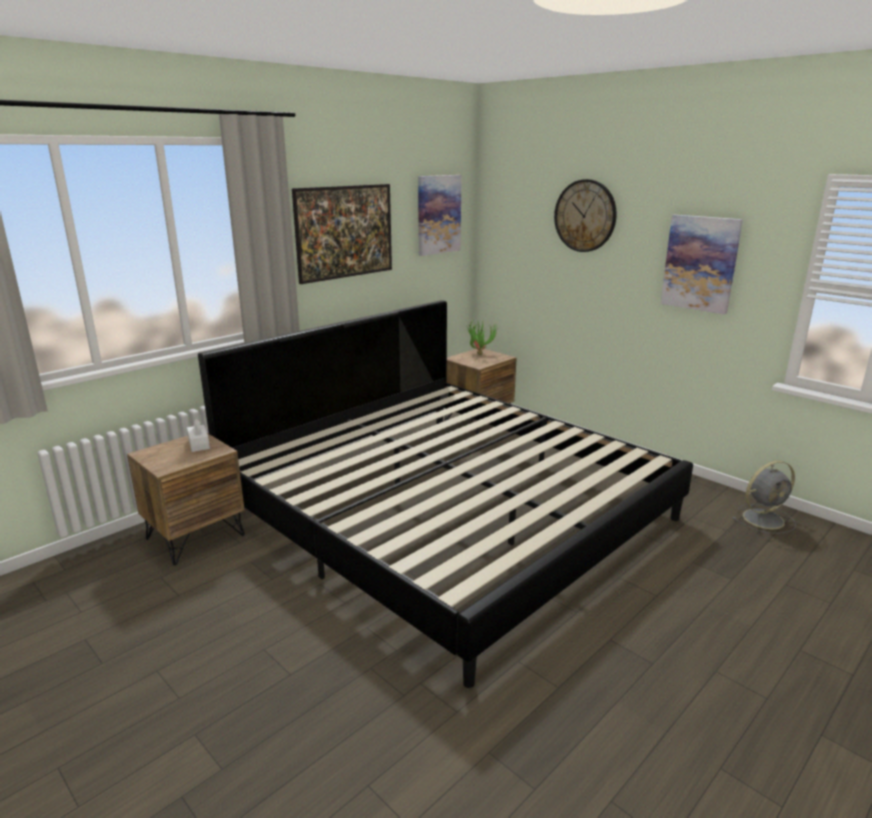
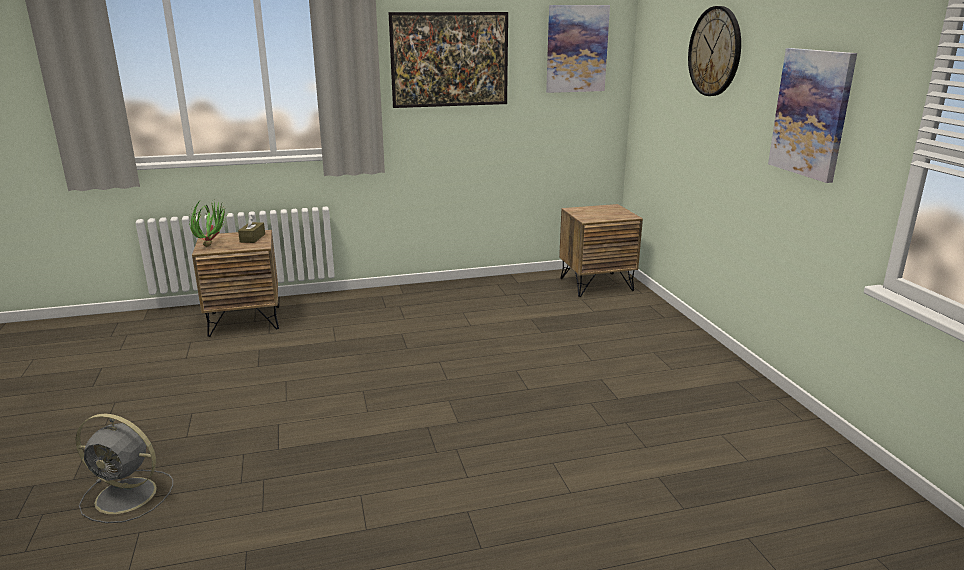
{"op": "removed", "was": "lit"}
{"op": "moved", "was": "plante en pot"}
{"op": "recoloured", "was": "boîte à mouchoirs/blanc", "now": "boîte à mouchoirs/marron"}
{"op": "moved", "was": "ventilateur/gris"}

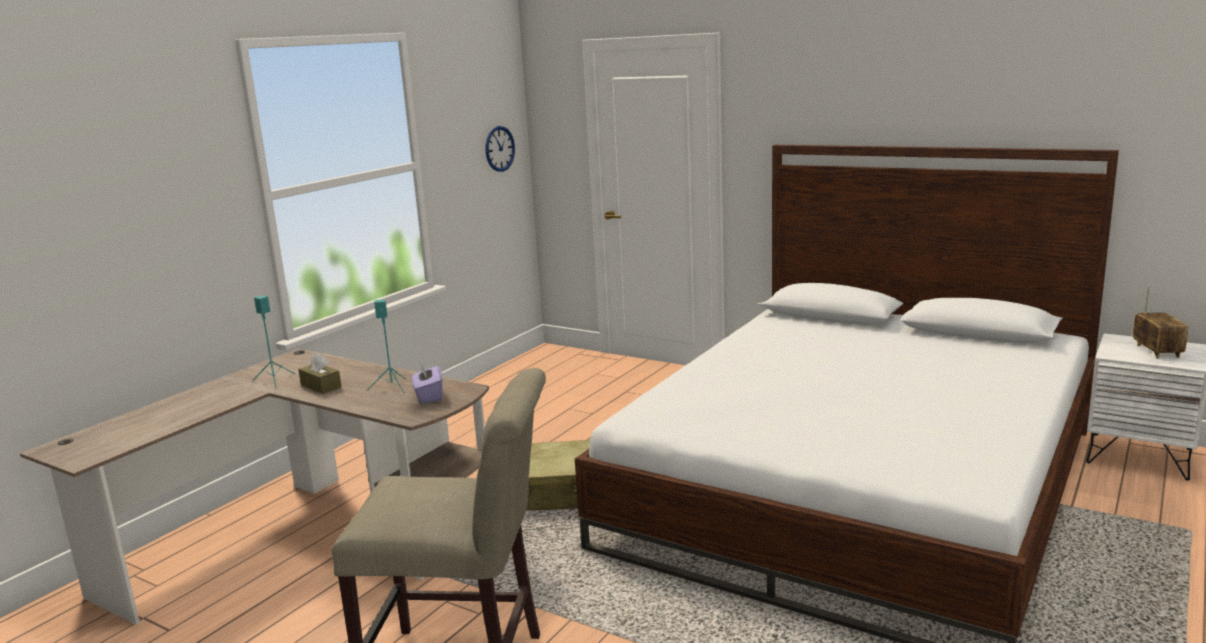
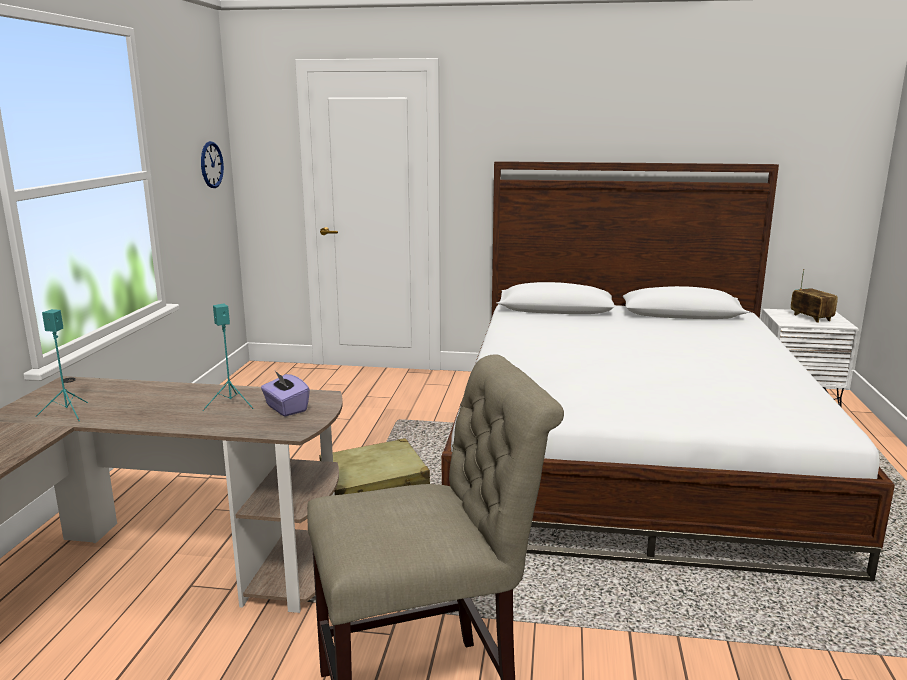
{"op": "removed", "was": "boîte à mouchoirs/marron"}

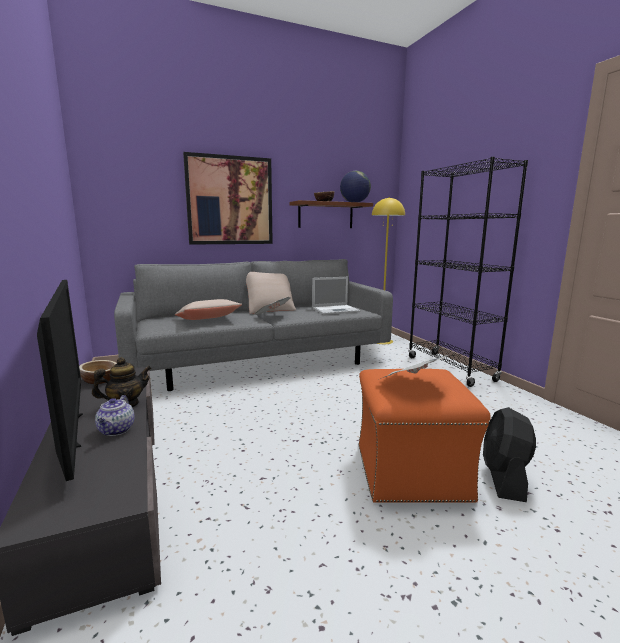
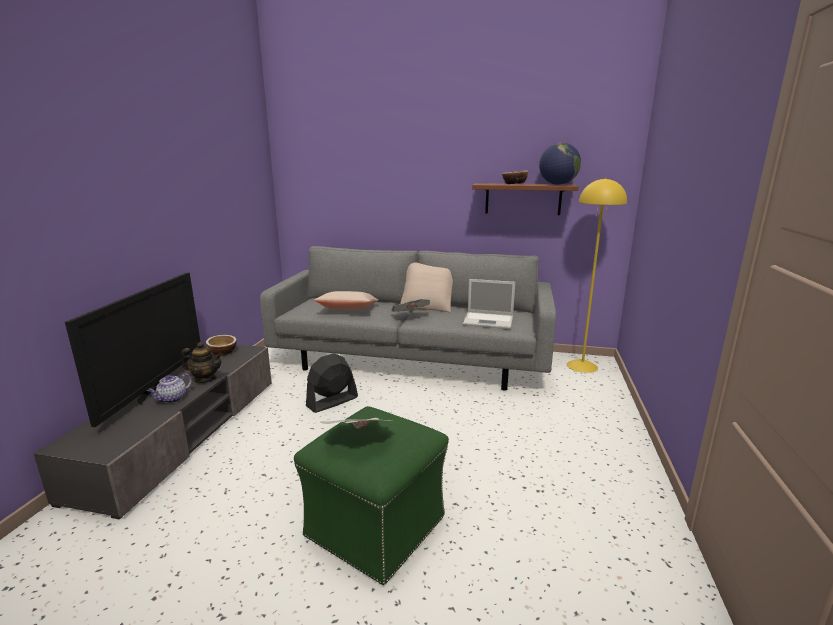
{"op": "removed", "was": "tableau"}
{"op": "removed", "was": "bibliothèque/noir"}
{"op": "recoloured", "was": "pouf/orange", "now": "pouf/vert"}
{"op": "moved", "was": "ventilateur/noir"}

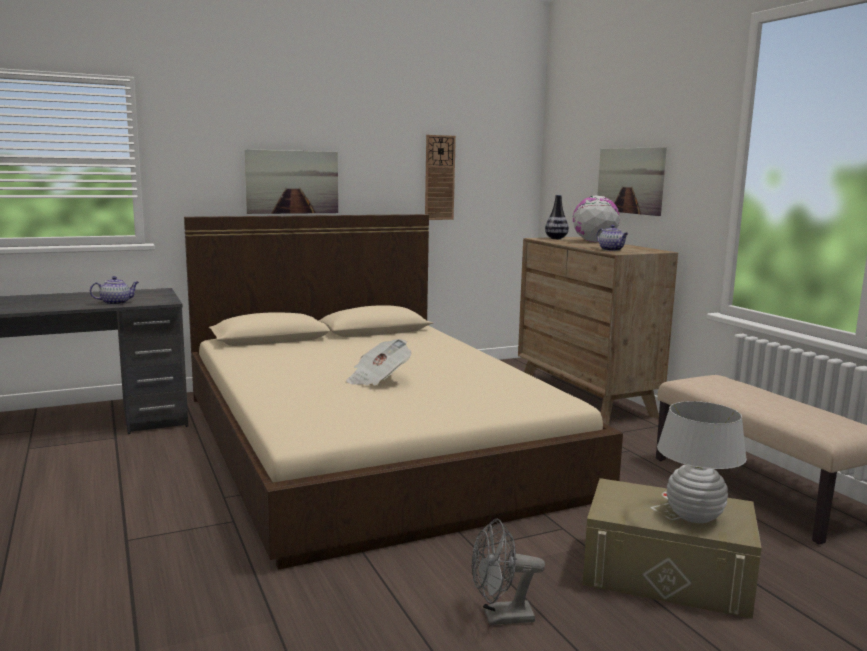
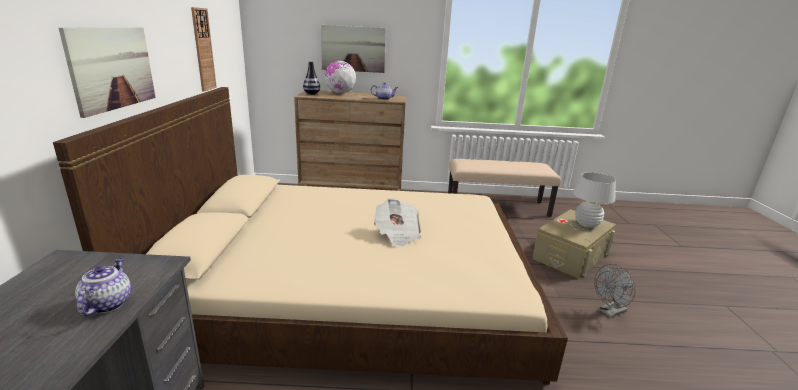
{"op": "turned", "was": "ventilateur/gris", "clockwise": 45}

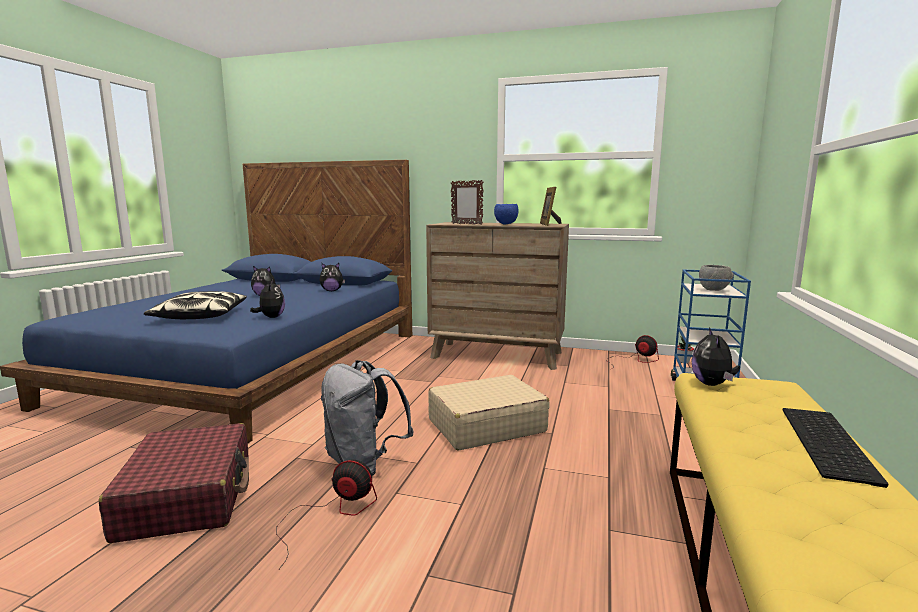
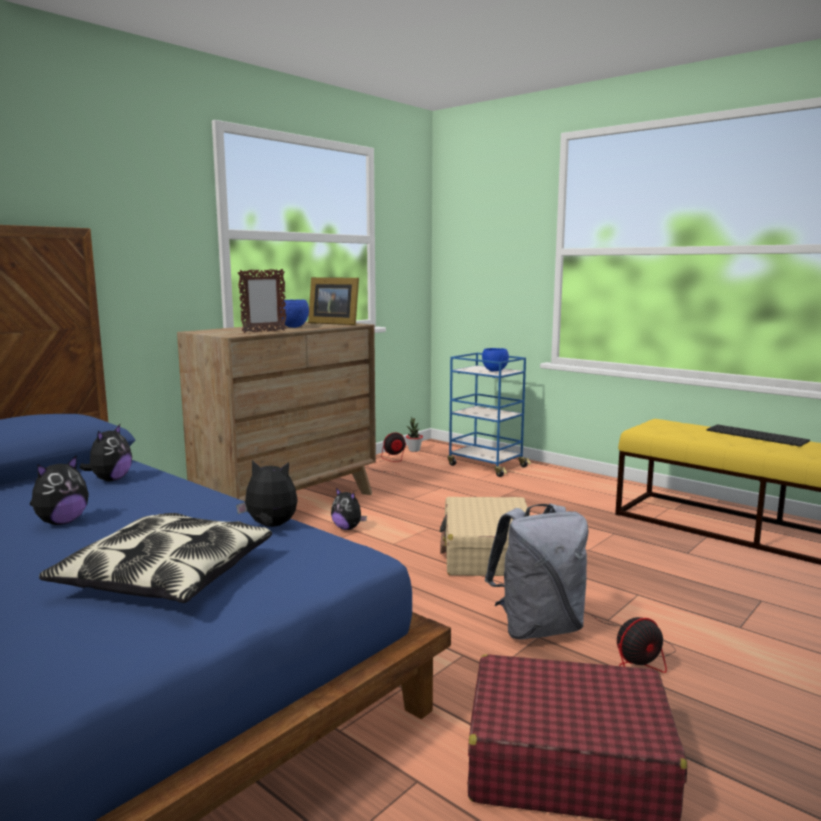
{"op": "recoloured", "was": "bol/gris", "now": "bol/bleu (2nd from left)"}
{"op": "moved", "was": "peluche (4th from left)"}
{"op": "turned", "was": "ventilateur (1st from left in the first image)", "clockwise": -150}

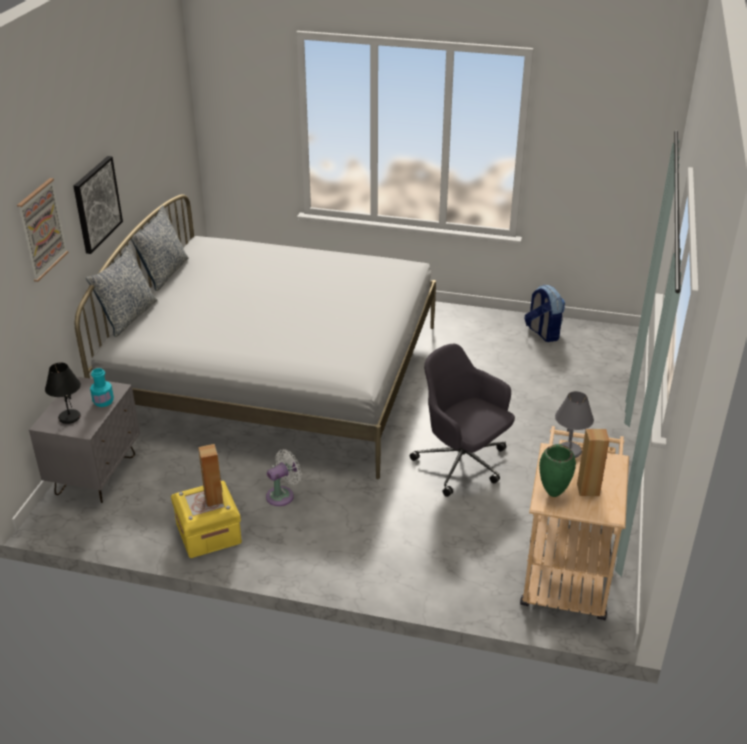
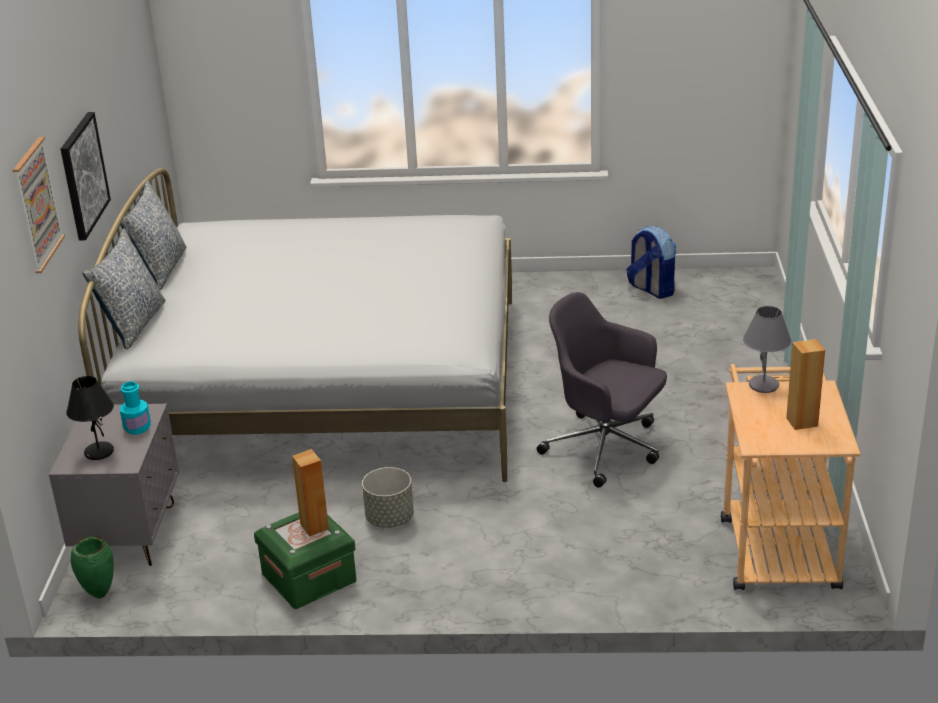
{"op": "moved", "was": "vase/vert"}
{"op": "replaced", "was": "ventilateur/blanc", "now": "cache-pot/gris"}
{"op": "recoloured", "was": "boîte de rangement/jaune", "now": "boîte de rangement/vert"}

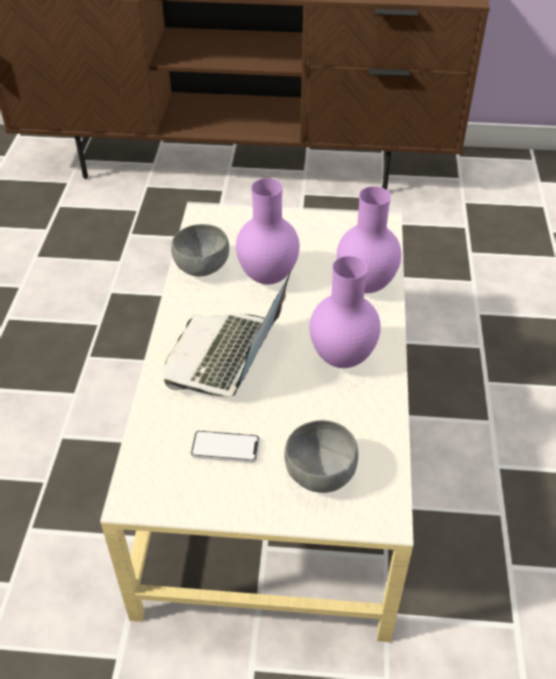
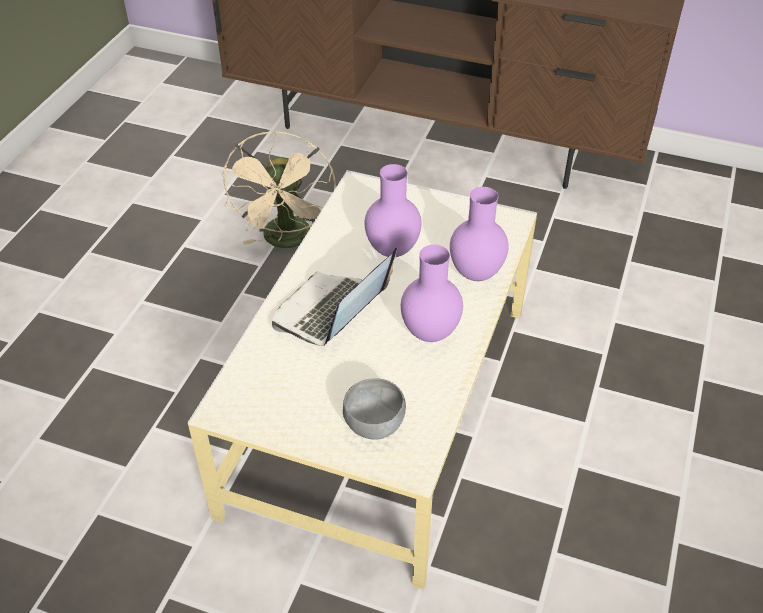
{"op": "removed", "was": "bol/gris (1st from left)"}
{"op": "removed", "was": "téléphone"}
{"op": "added", "now": "ventilateur/beige"}

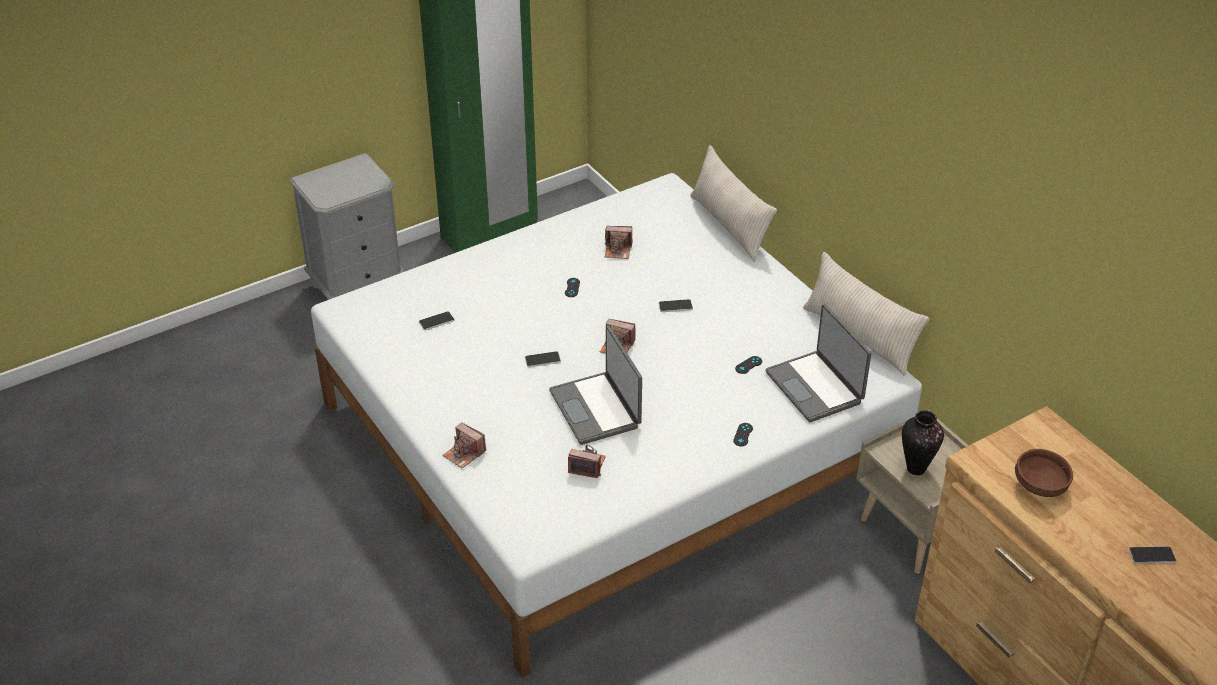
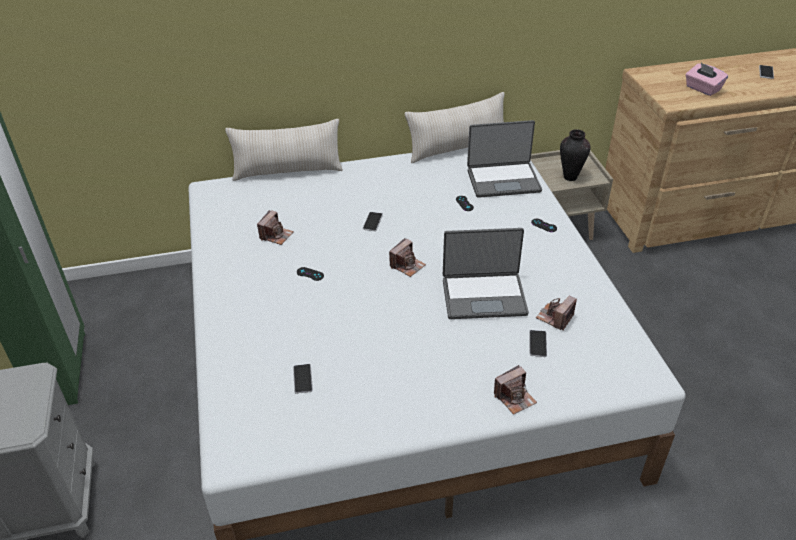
{"op": "moved", "was": "téléphone (2nd from left in the first image)", "now": "téléphone (3rd from left)"}
{"op": "replaced", "was": "bol/marron", "now": "boîte à mouchoirs/rose"}

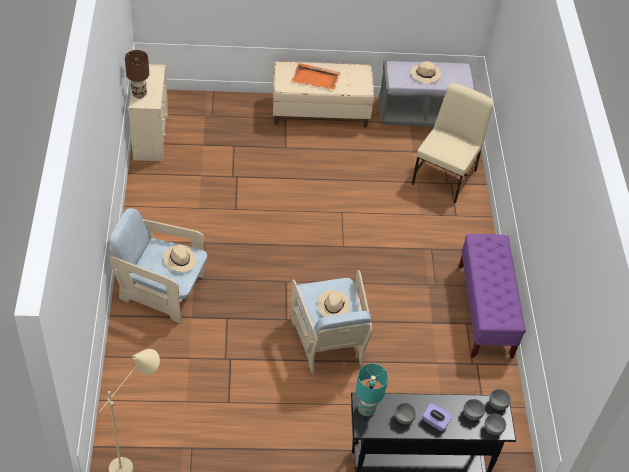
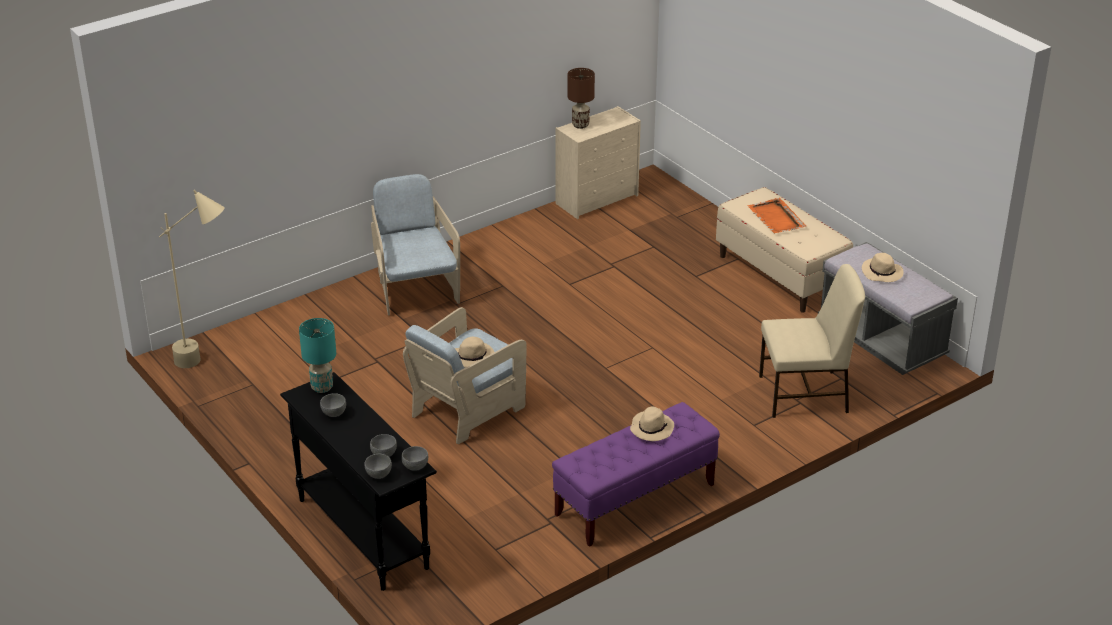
{"op": "moved", "was": "chapeau/beige (1st from left in the first image)", "now": "chapeau/beige (2nd from left)"}
{"op": "removed", "was": "boîte à mouchoirs/violet"}

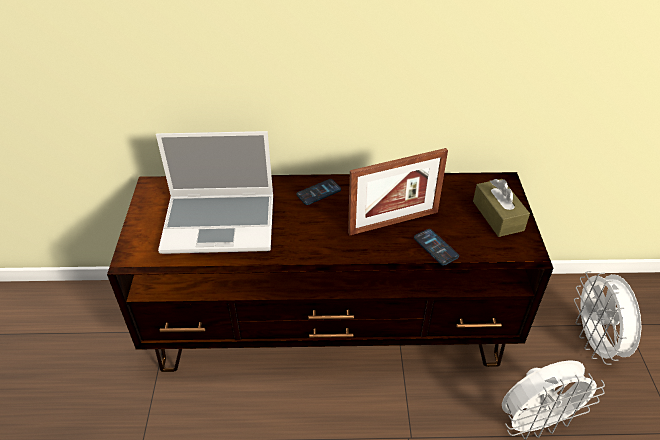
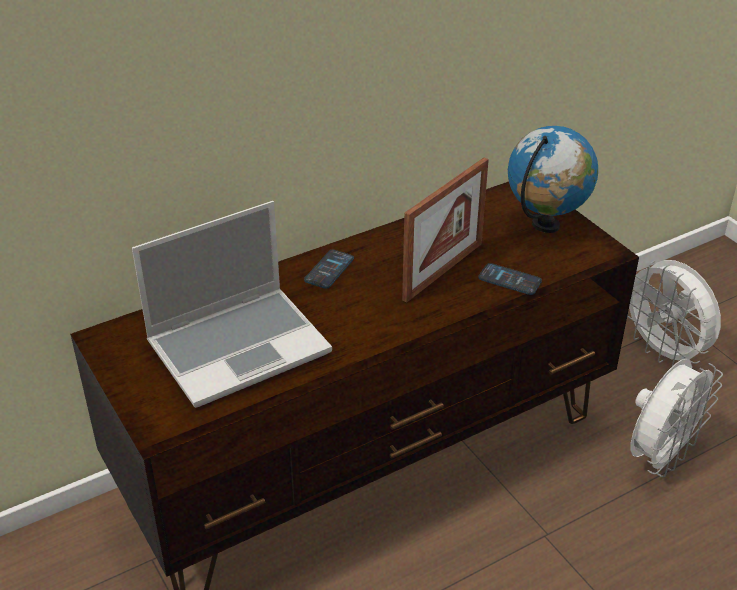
{"op": "replaced", "was": "boîte à mouchoirs/marron", "now": "globe"}

